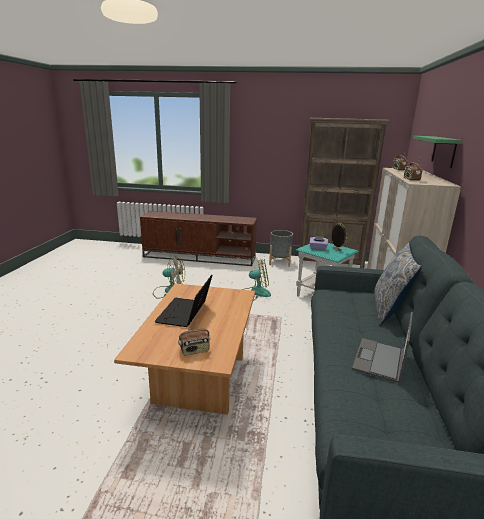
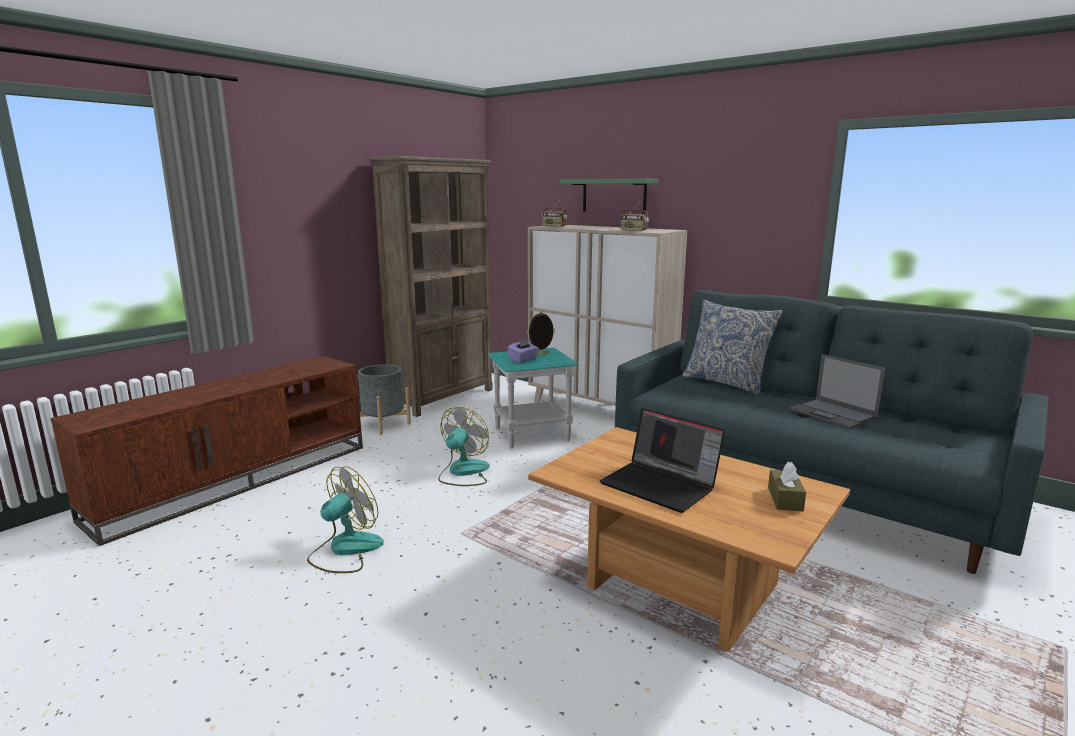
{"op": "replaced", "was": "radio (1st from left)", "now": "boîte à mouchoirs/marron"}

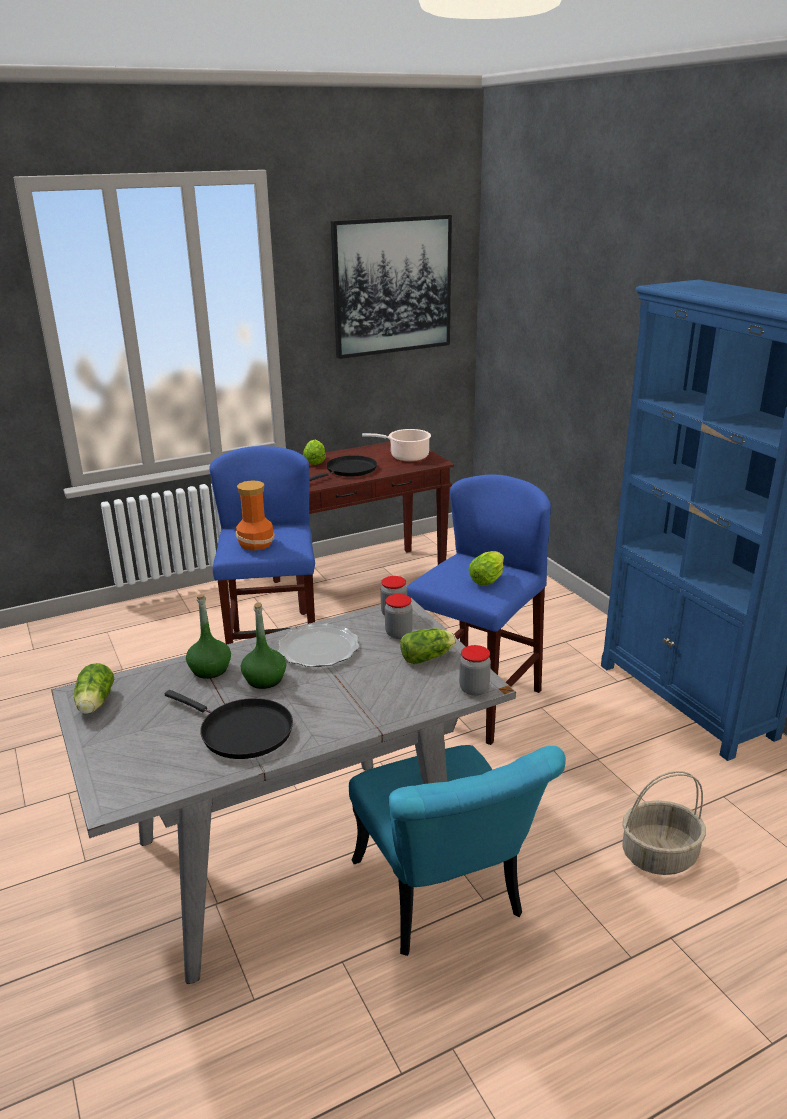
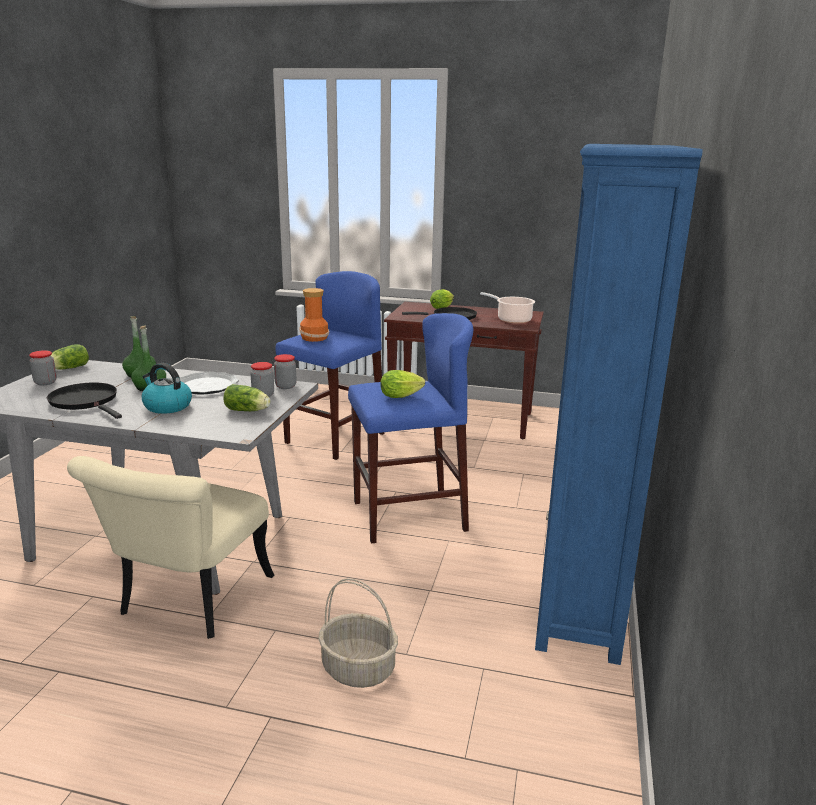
{"op": "removed", "was": "tableau"}
{"op": "moved", "was": "bocal (3rd from left in the first image)", "now": "bocal (1st from left)"}
{"op": "turned", "was": "poêle/noir (1st from left)", "clockwise": 150}
{"op": "recoloured", "was": "chaise/turquoise", "now": "chaise/beige"}
{"op": "added", "now": "bouilloire"}

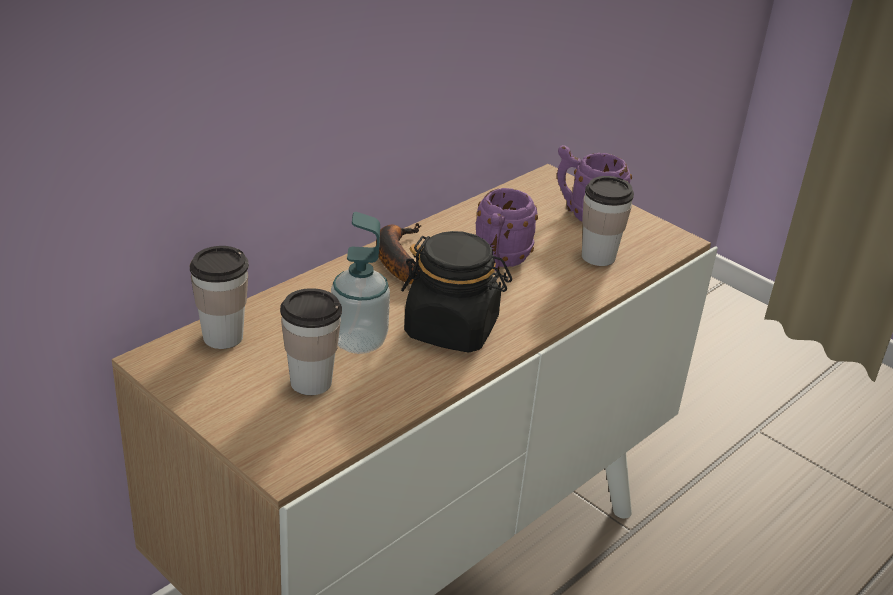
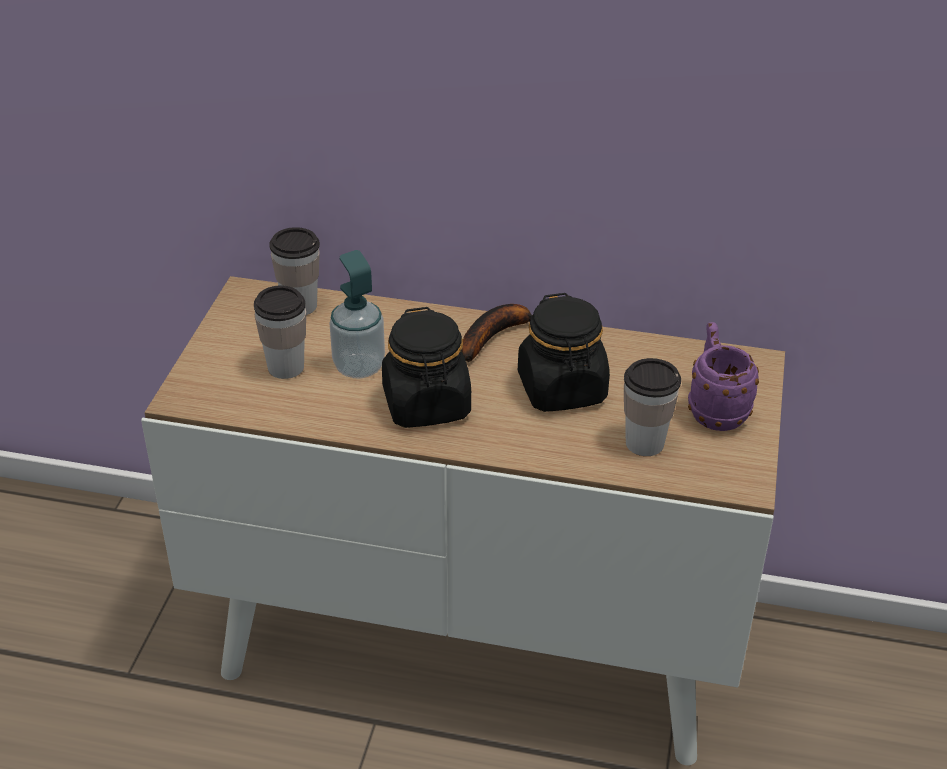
{"op": "replaced", "was": "mug/violet (1st from left)", "now": "bocal/noir (2nd from left)"}

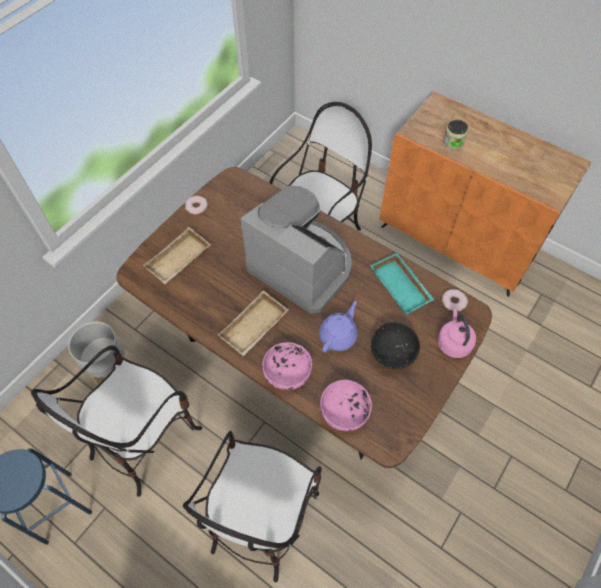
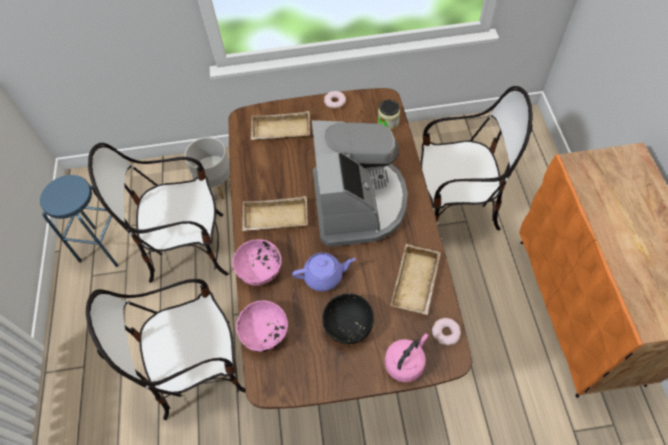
{"op": "moved", "was": "bocal"}
{"op": "recoloured", "was": "plateau/turquoise", "now": "plateau/beige (3rd from left)"}

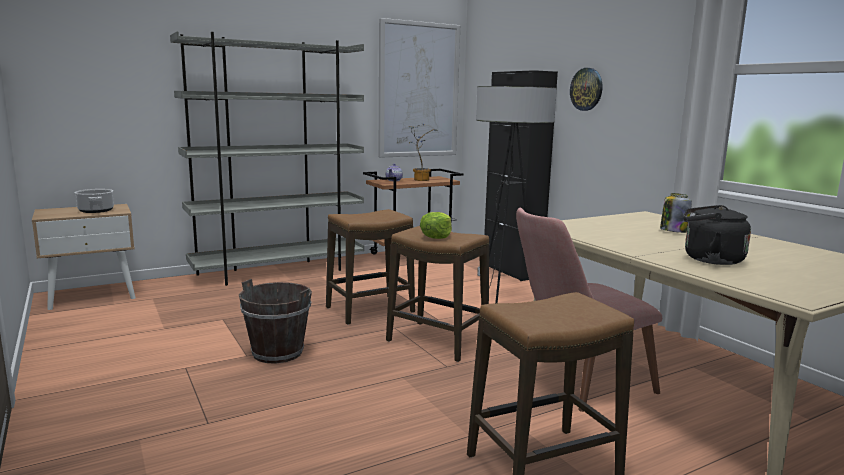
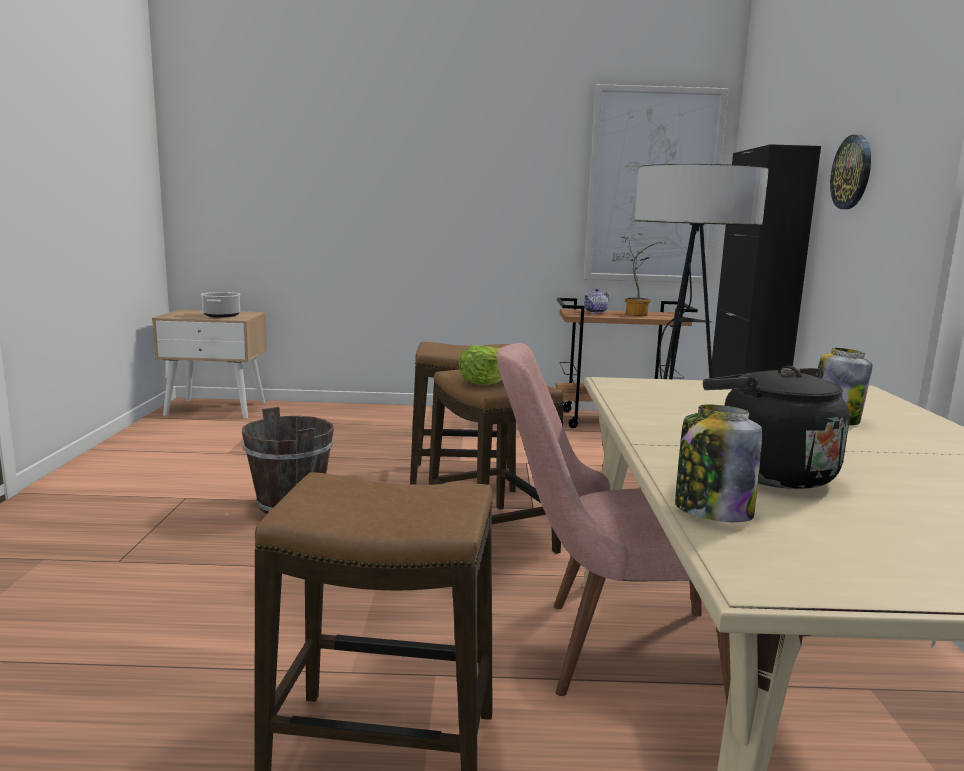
{"op": "removed", "was": "bibliothèque/gris"}
{"op": "added", "now": "bocal (1st from left)"}

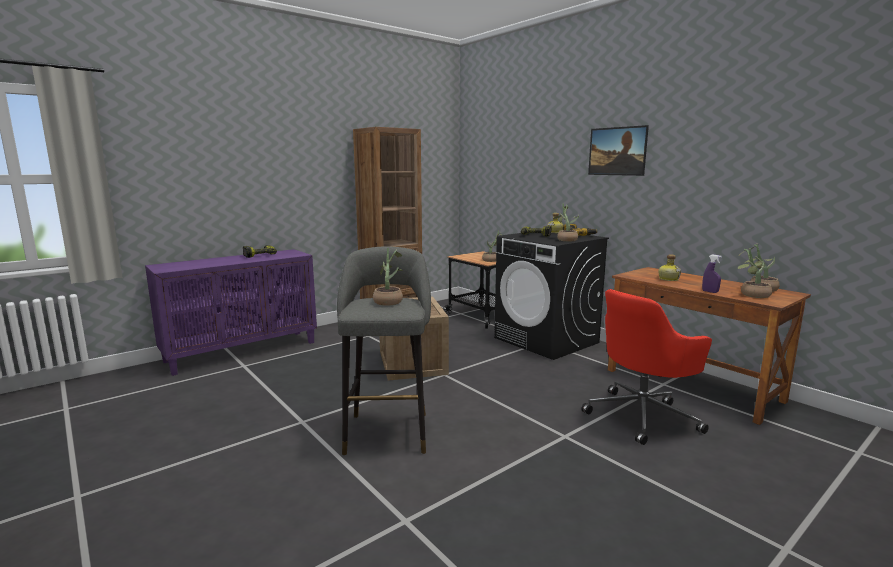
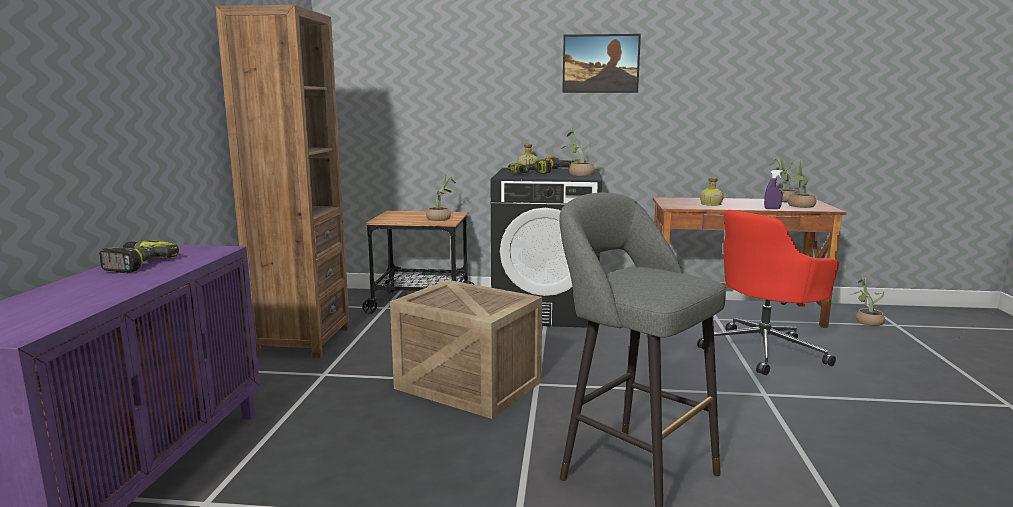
{"op": "moved", "was": "plante en pot (1st from left in the first image)", "now": "plante en pot (5th from left)"}
{"op": "turned", "was": "chaise de bureau/rouge", "clockwise": 45}

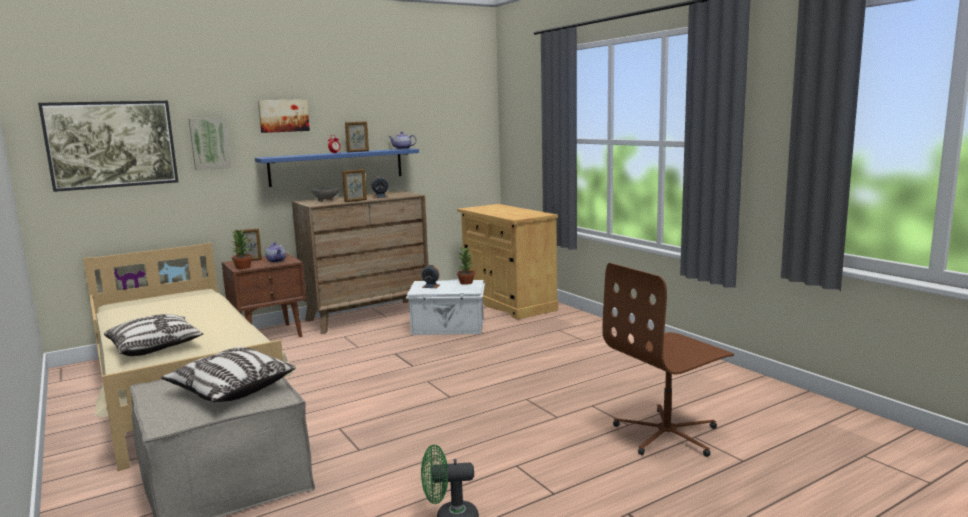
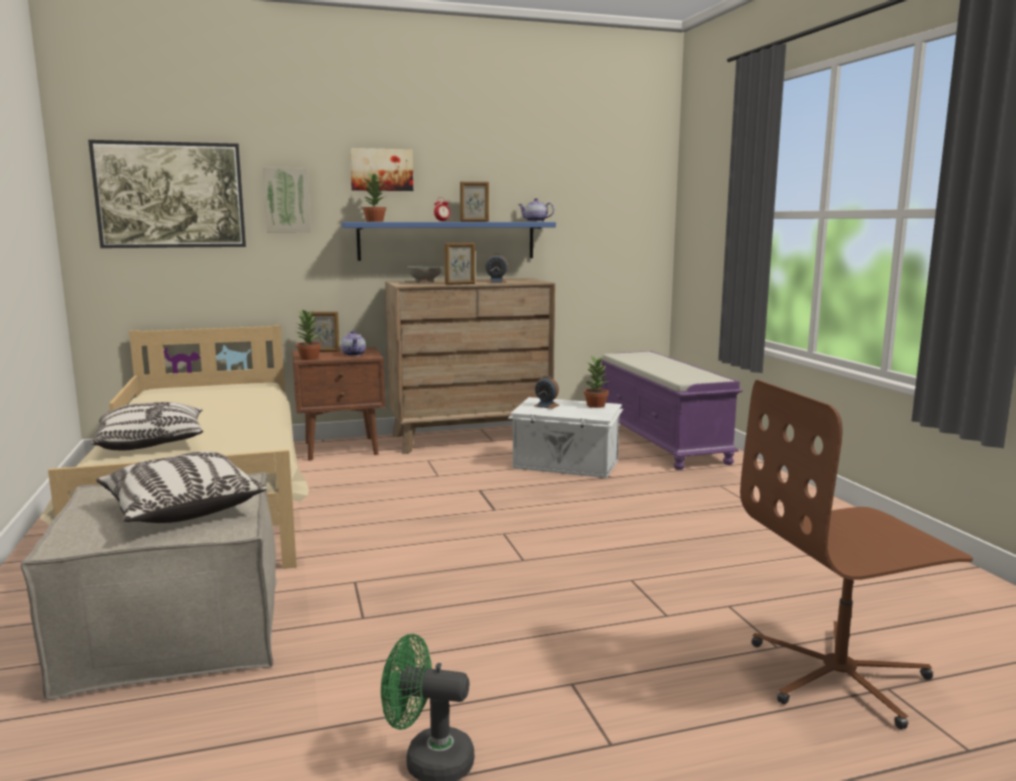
{"op": "replaced", "was": "meuble de rangement/beige", "now": "banc/violet"}
{"op": "added", "now": "plante en pot (2nd from left)"}

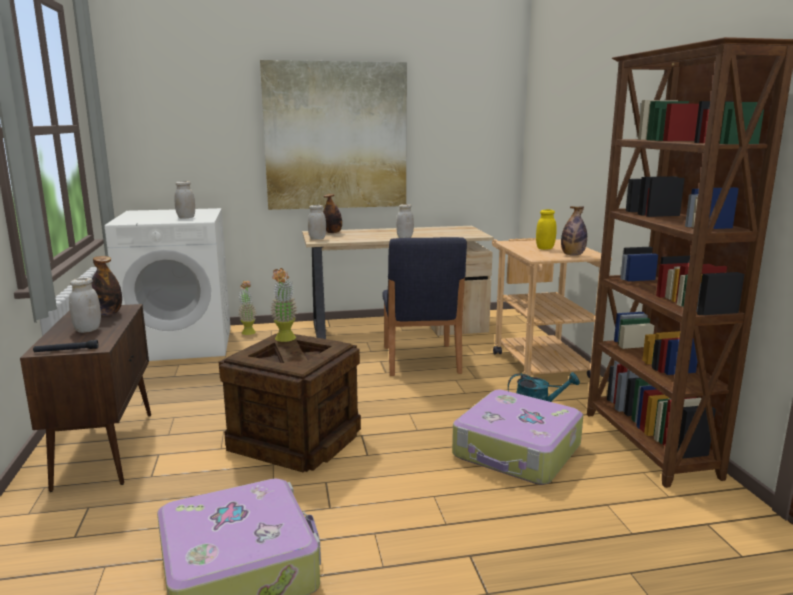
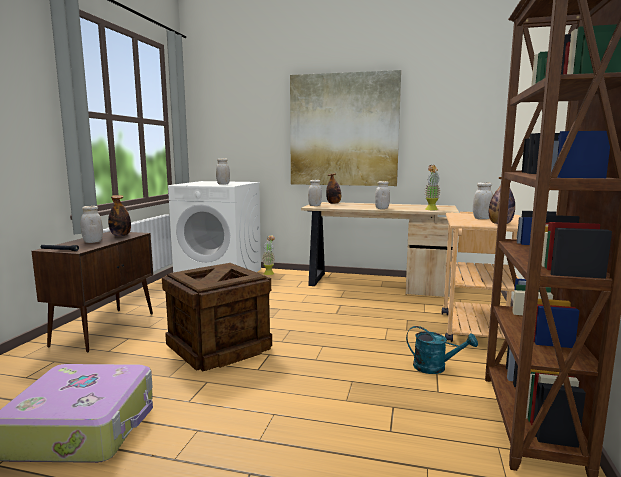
{"op": "recoloured", "was": "bocal/jaune", "now": "bocal/blanc (5th from left)"}
{"op": "removed", "was": "chaise/bleu"}
{"op": "moved", "was": "plante en pot (2nd from left)"}
{"op": "removed", "was": "valise (2nd from left)"}

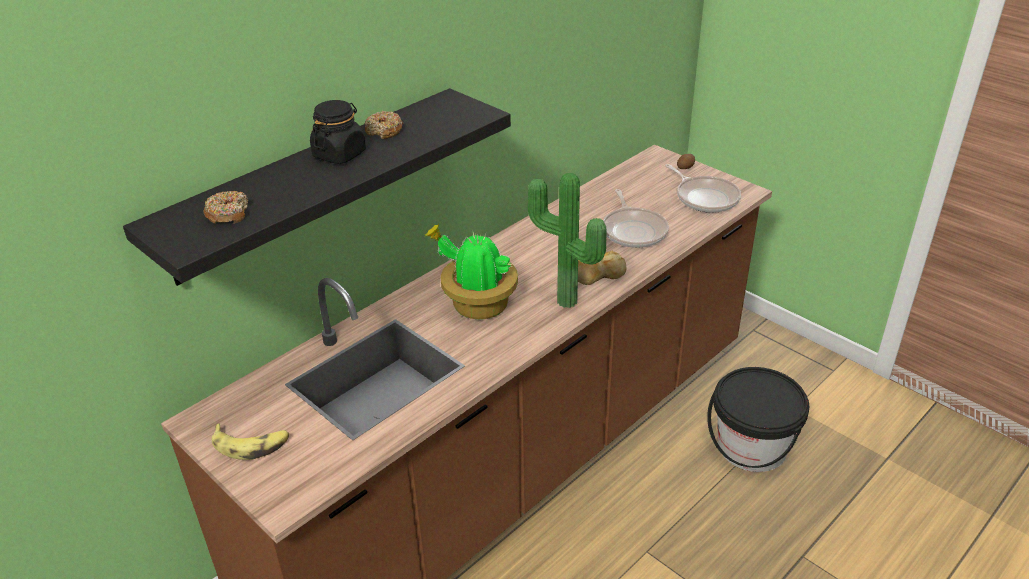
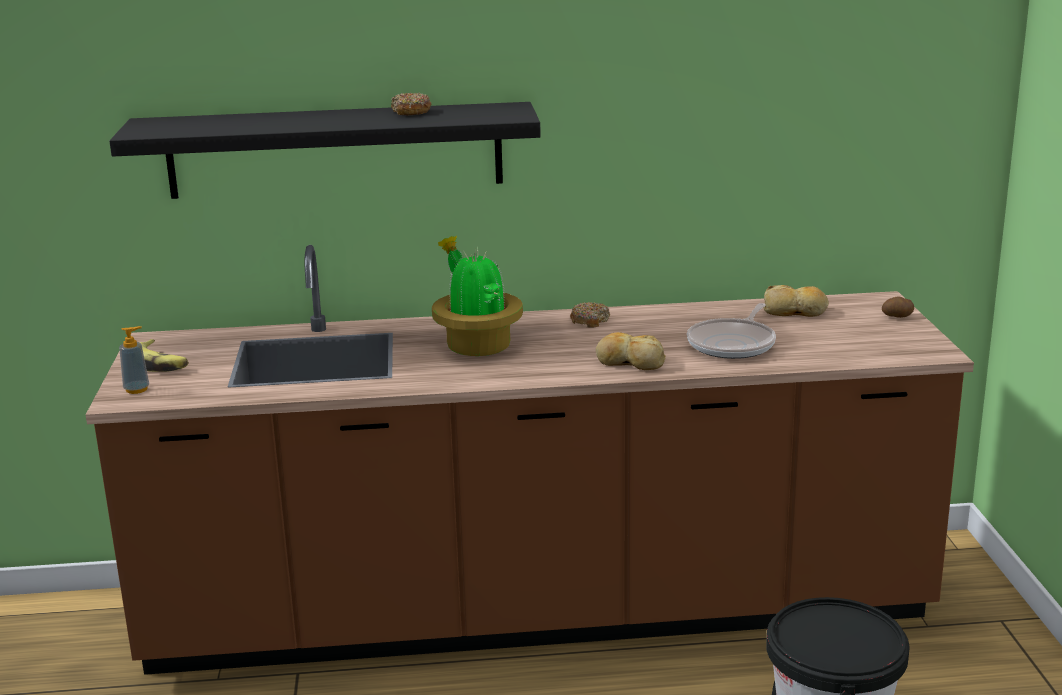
{"op": "removed", "was": "bocal/noir"}
{"op": "removed", "was": "poêle (2nd from left)"}
{"op": "removed", "was": "plante en pot (2nd from left)"}
{"op": "moved", "was": "beignet (1st from left in the first image)", "now": "beignet (2nd from left)"}
{"op": "added", "now": "pain (2nd from left)"}
{"op": "added", "now": "distributeur de savon"}

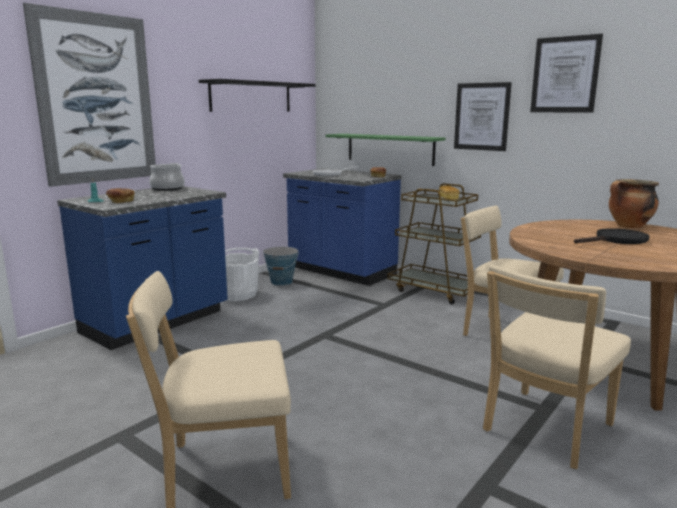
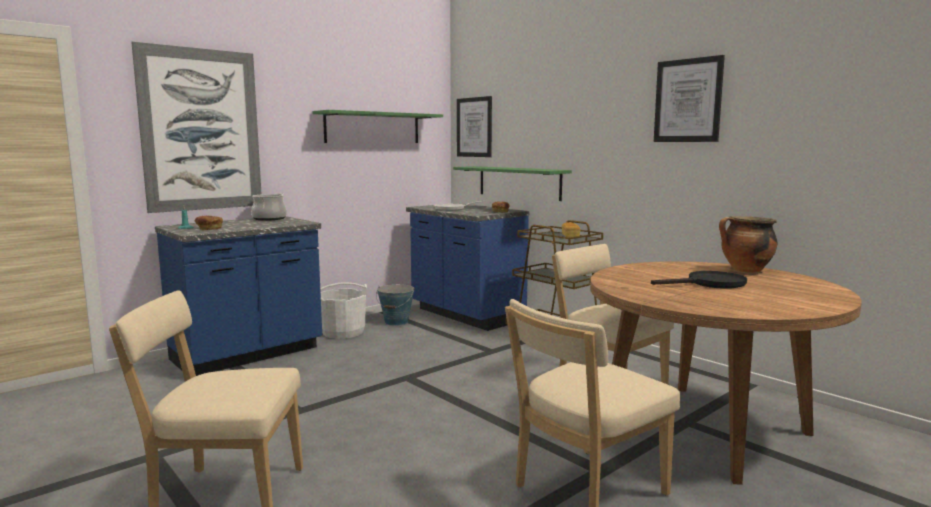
{"op": "recoloured", "was": "étagère/noir", "now": "étagère/vert (1st from left)"}
{"op": "moved", "was": "tableau (2nd from left)"}

